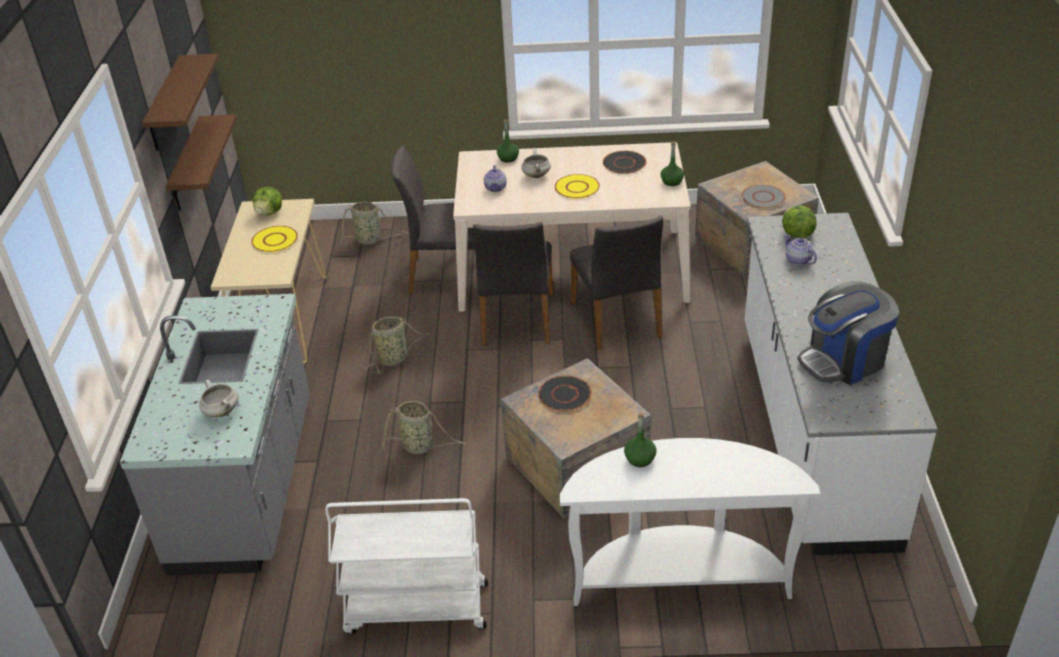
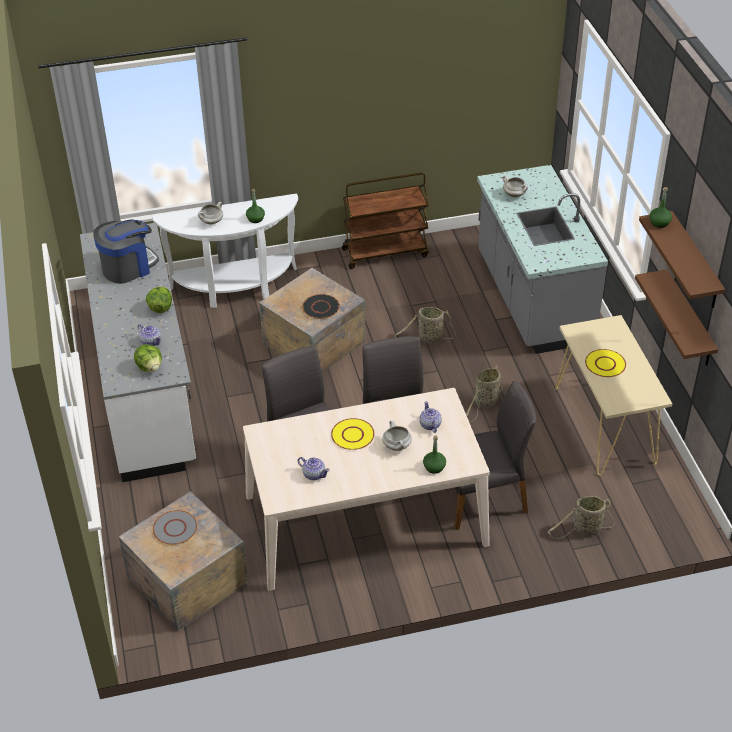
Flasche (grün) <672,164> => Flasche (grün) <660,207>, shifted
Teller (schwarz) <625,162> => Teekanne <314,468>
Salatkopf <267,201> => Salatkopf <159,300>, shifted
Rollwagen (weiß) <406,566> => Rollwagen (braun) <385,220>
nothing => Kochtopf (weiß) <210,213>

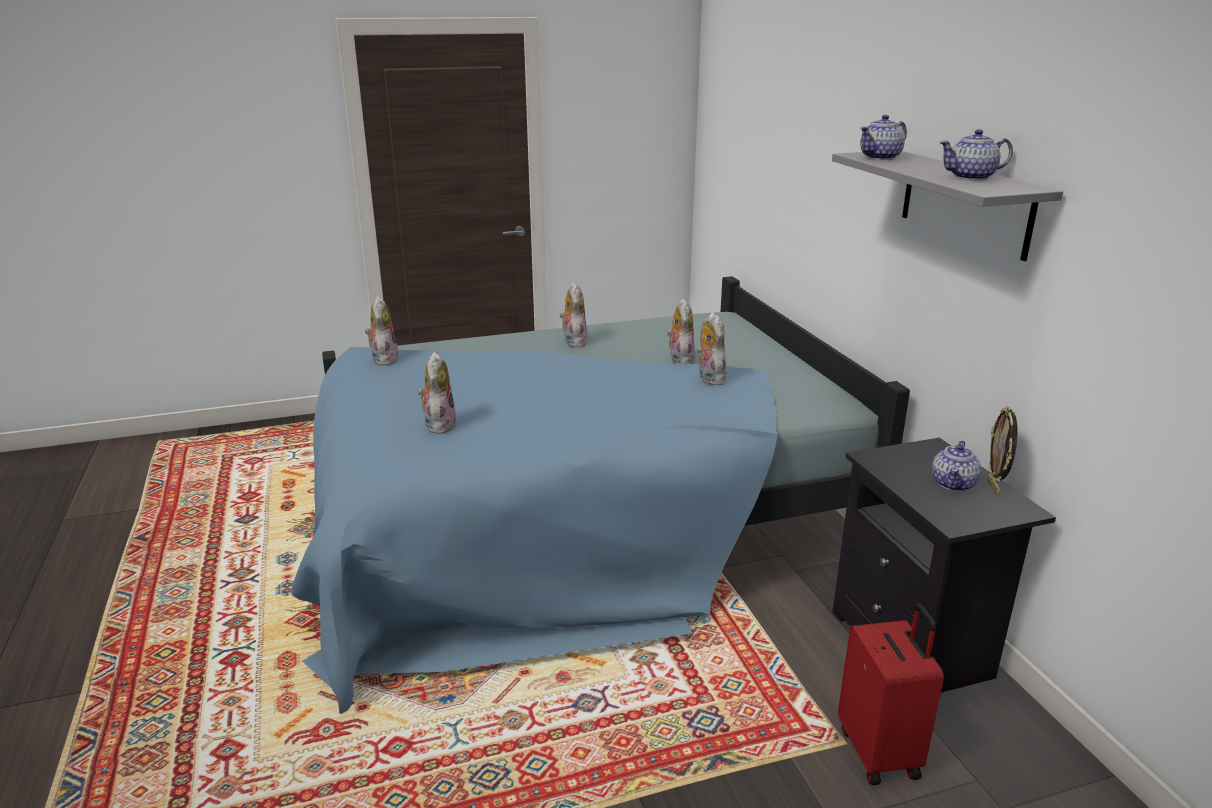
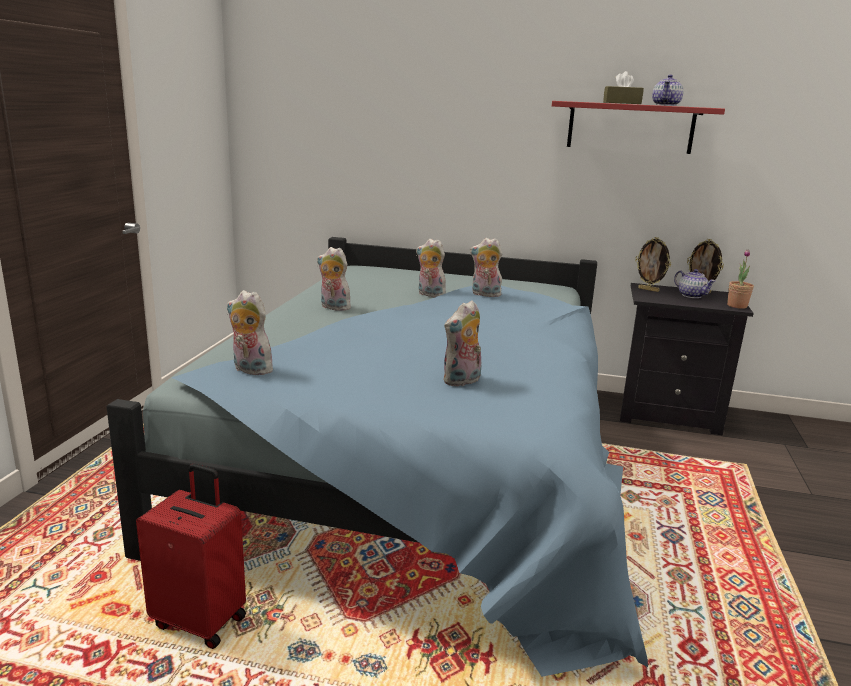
Teekanne <883,137> => nothing
Wandregal (grau) <947,206> => Wandregal (rot) <638,127>
Plüschtier <437,393> => Plüschtier <462,343>, 75 degrees counterclockwise
Koffer (rot) <891,694> => Koffer (rot) <191,556>, shifted
nothing => Taschentuchbox (braun) <623,87>
nothing => Bilderrahmen <653,264>
nothing => Topfpflanze <740,279>

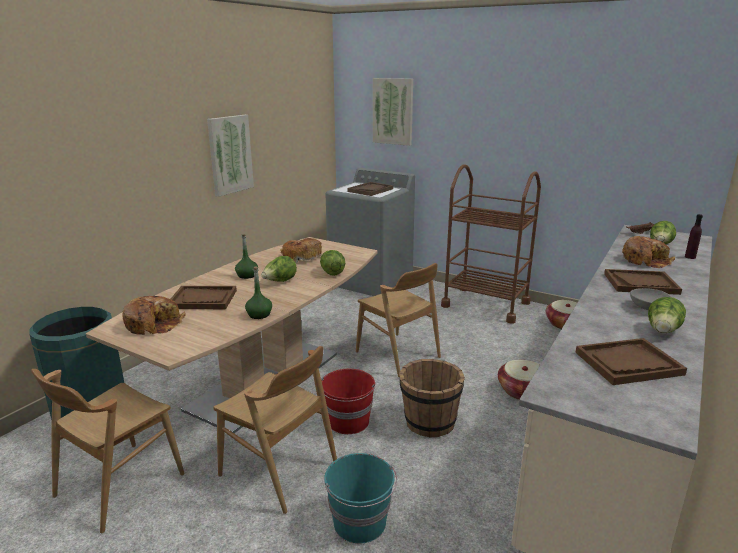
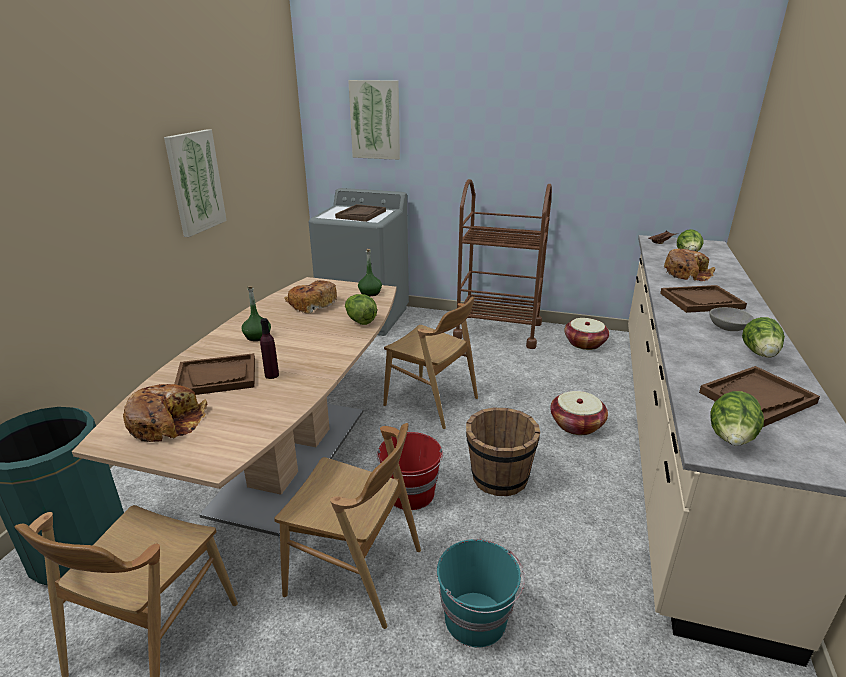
Flasche (lila) <694,236> => Flasche (lila) <269,348>, shifted
Salatkopf <279,269> => Salatkopf <737,418>, shifted
Flasche (grün) <258,293> => Flasche (grün) <370,272>, shifted

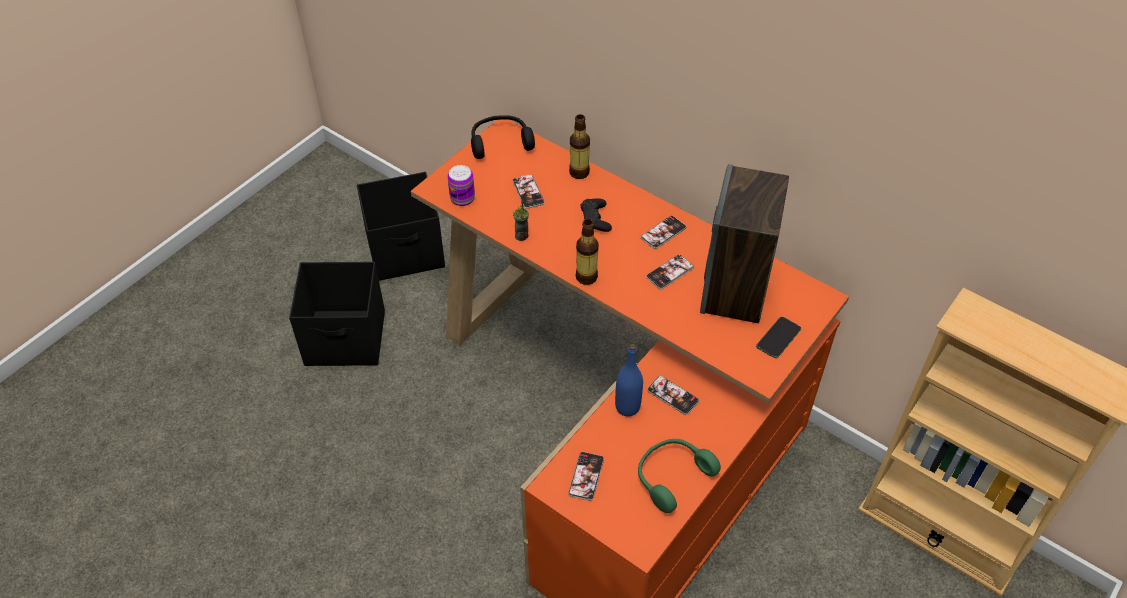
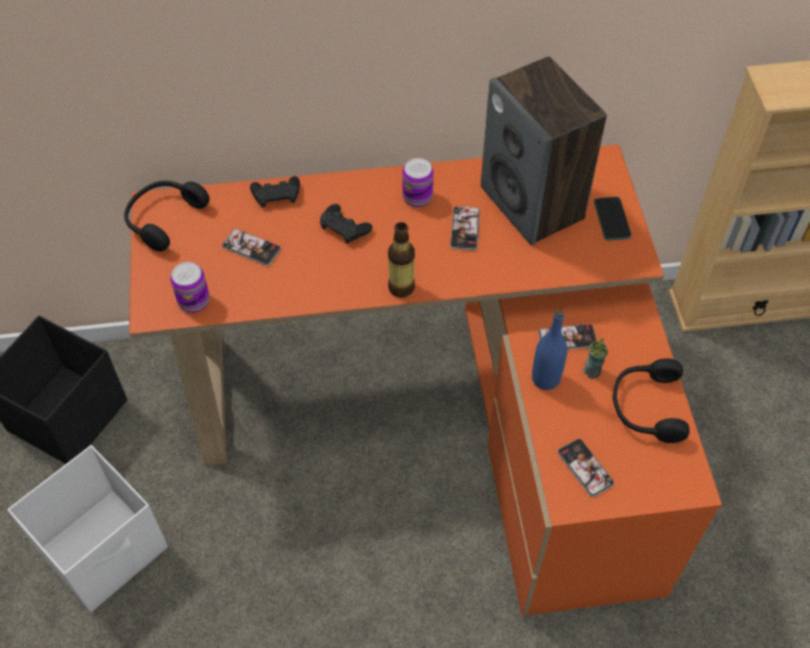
Flasche <579,146> => Gamepad (schwarz) <275,191>
Tasse <520,220> => Tasse <595,356>, shifted
Handy <663,232> => Dose <418,182>
Aufbewahrungsbox (schwarz) <337,314> => Aufbewahrungsbox (weiß) <88,528>
Kopfhörer (grün) <679,476> => Kopfhörer (schwarz) <651,400>

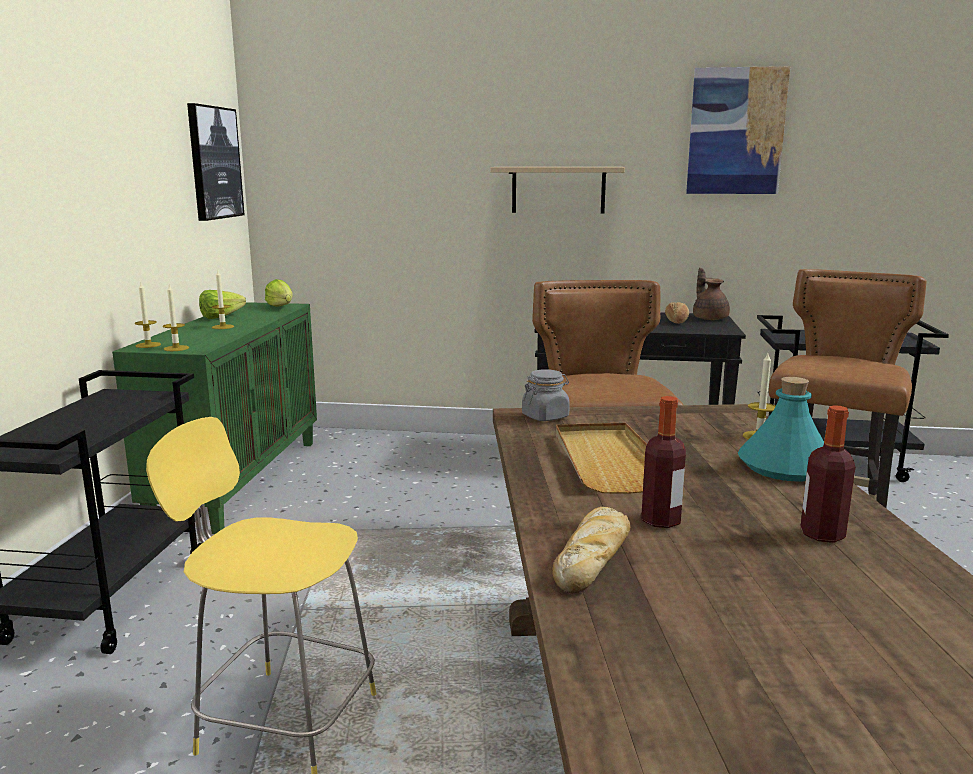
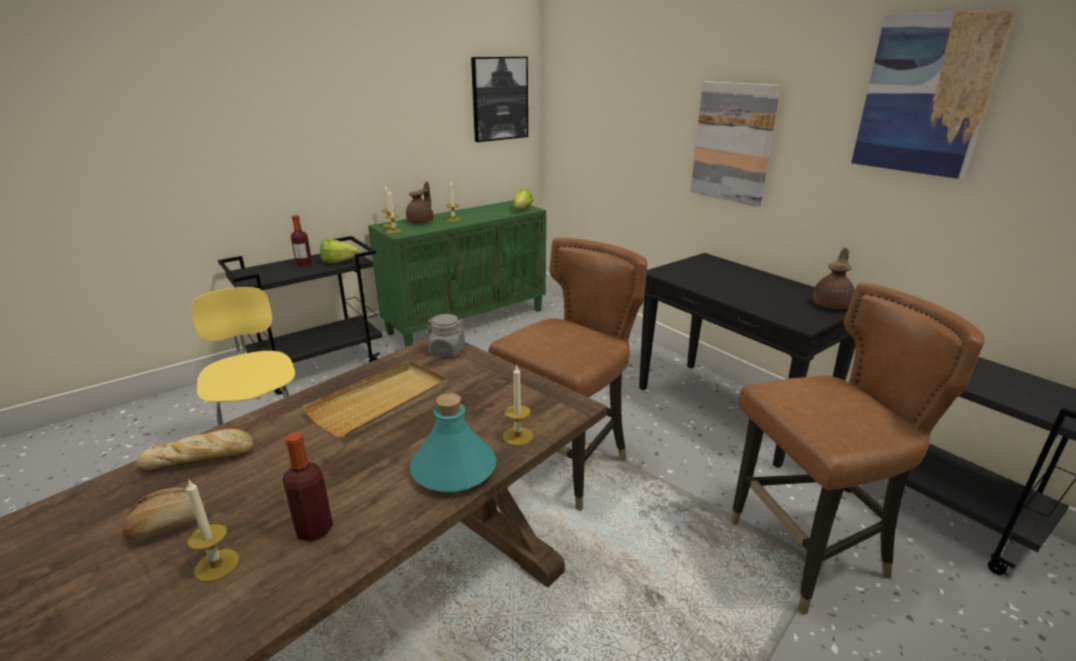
Wandregal (beige) <557,190> => Bild <735,144>
Salatkopf <222,304> => Salatkopf <340,251>, shifted
Brot <677,313> => Brot <164,514>, shifted
Flasche <663,462> => Flasche <301,241>, shifted
nothing => Teekanne (braun) <420,203>
nothing => Kerze <212,530>

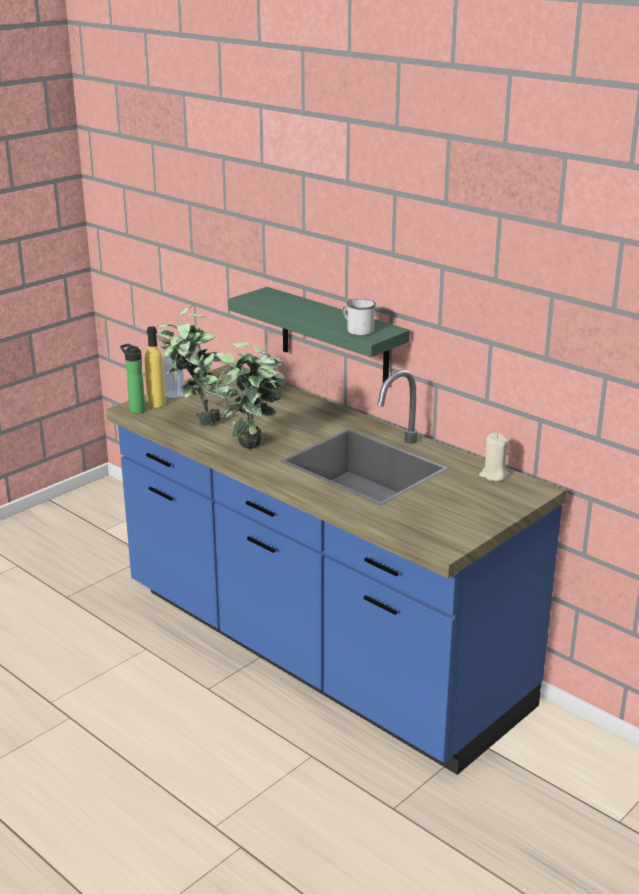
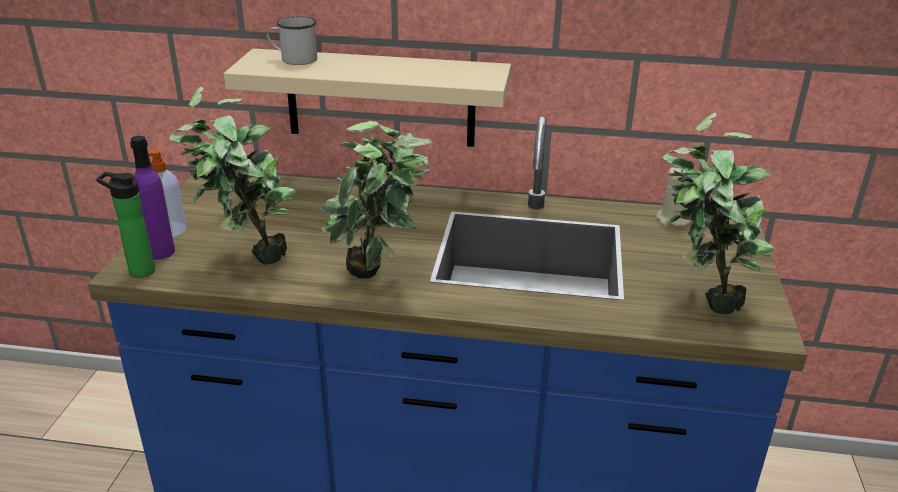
Wandregal (grün) <319,335> => Wandregal (beige) <367,97>
Henkelbecher (weiß) <359,317> => Henkelbecher (weiß) <292,41>, shifted
Flasche (gelb) <155,367> => Flasche (lila) <152,198>
nothing => Topfpflanze <718,213>

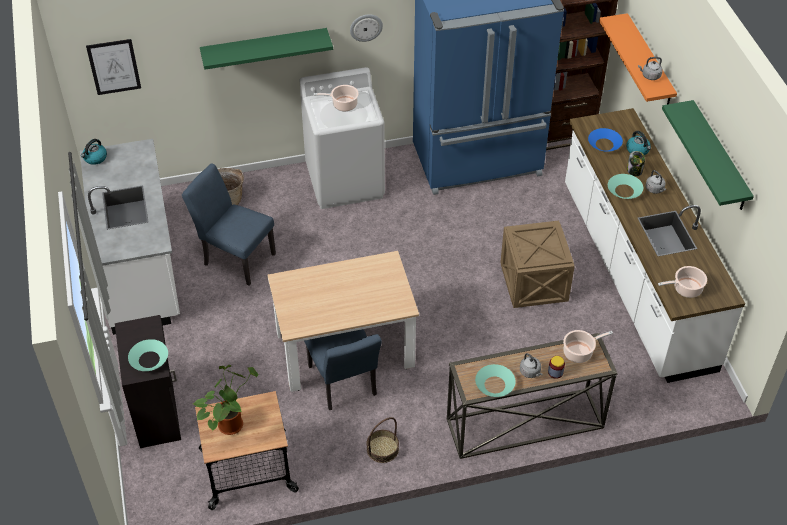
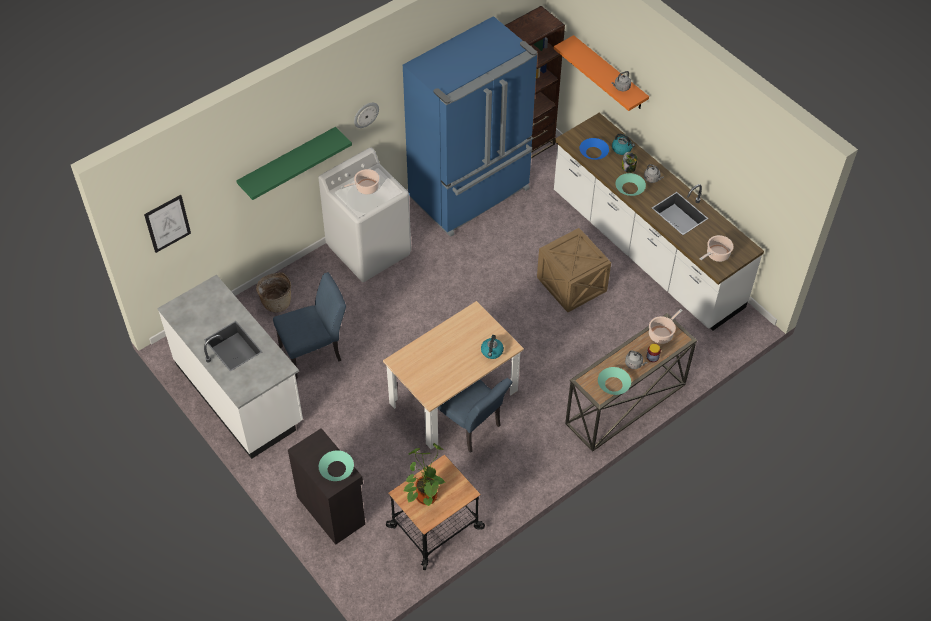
Wandregal (grün) <708,155> => nothing
Wasserkessel <94,152> => Wasserkessel <492,347>, shifted
Stuhl (blau) <229,224> => Stuhl (blau) <309,325>, 150 degrees clockwise
Korb <383,440> => nothing

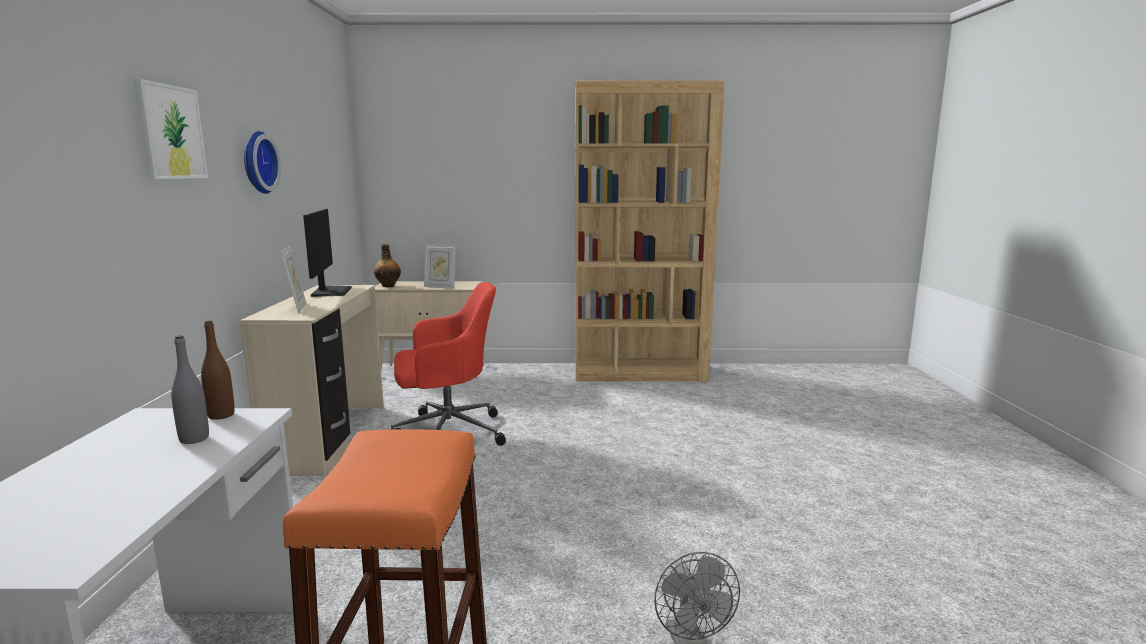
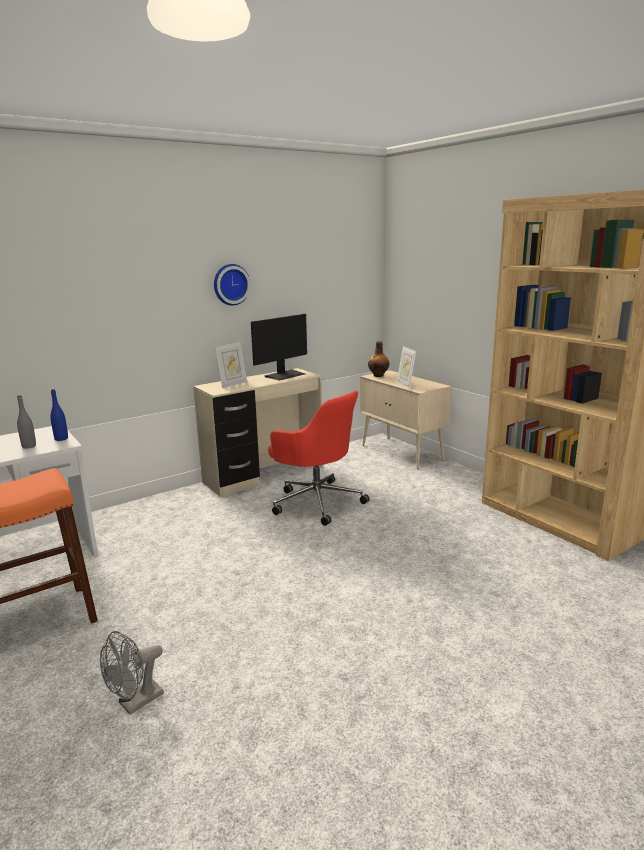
Bild <171,129> => nothing
Flasche (braun) <218,370> => Flasche (blau) <59,415>

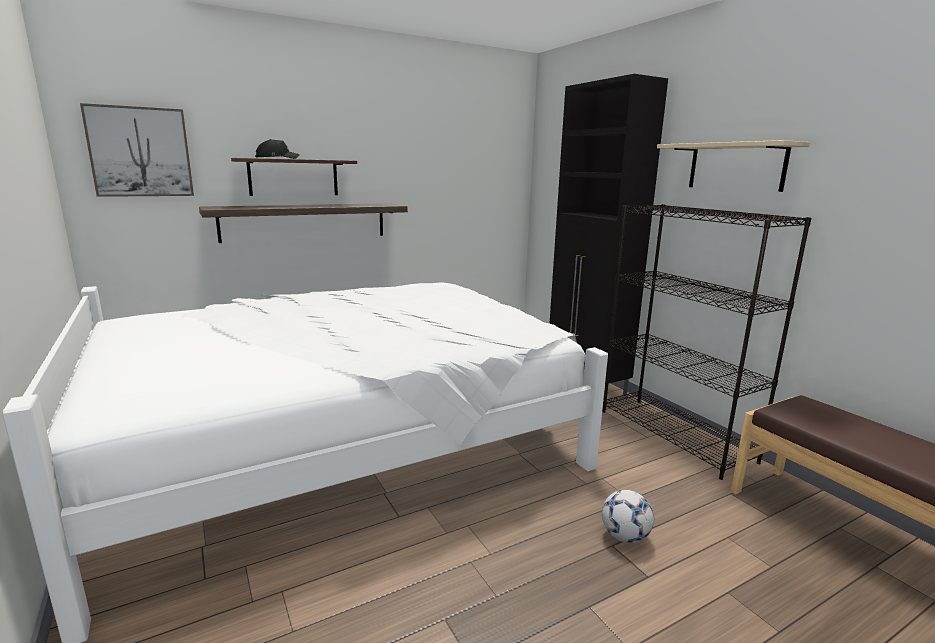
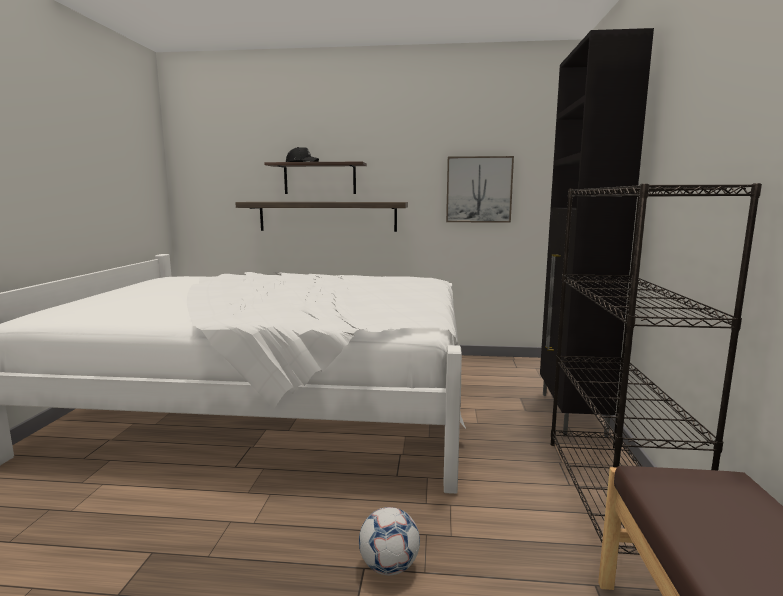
Bild <137,150> => Bild <480,189>, shifted
Wandregal (beige) <734,166> => nothing

